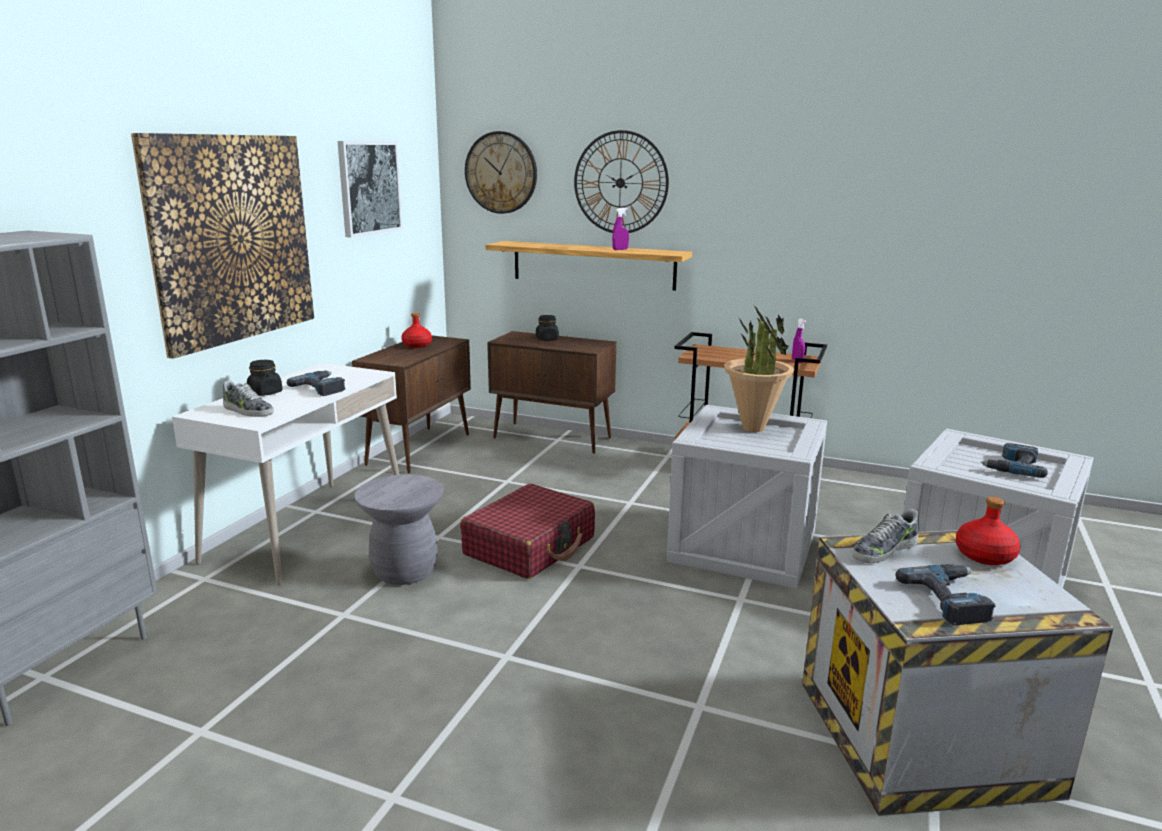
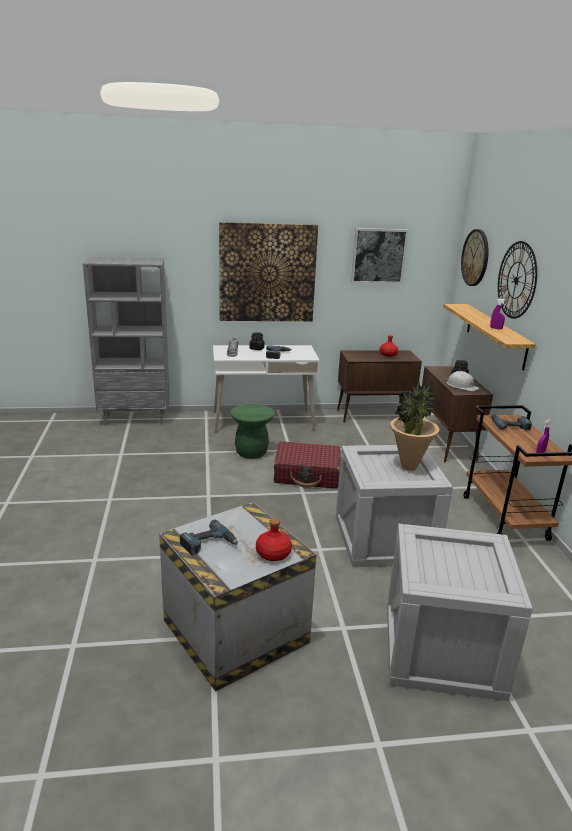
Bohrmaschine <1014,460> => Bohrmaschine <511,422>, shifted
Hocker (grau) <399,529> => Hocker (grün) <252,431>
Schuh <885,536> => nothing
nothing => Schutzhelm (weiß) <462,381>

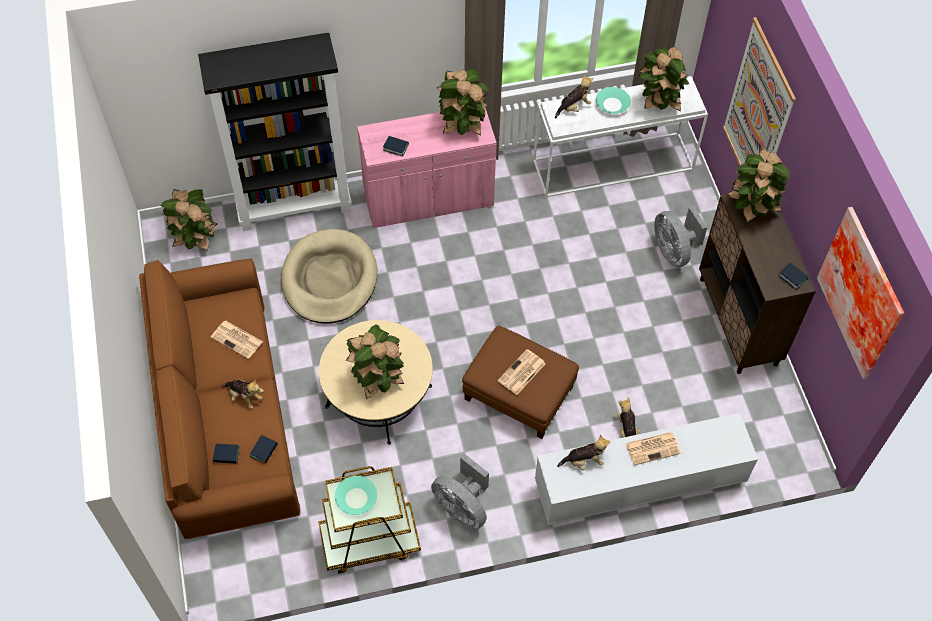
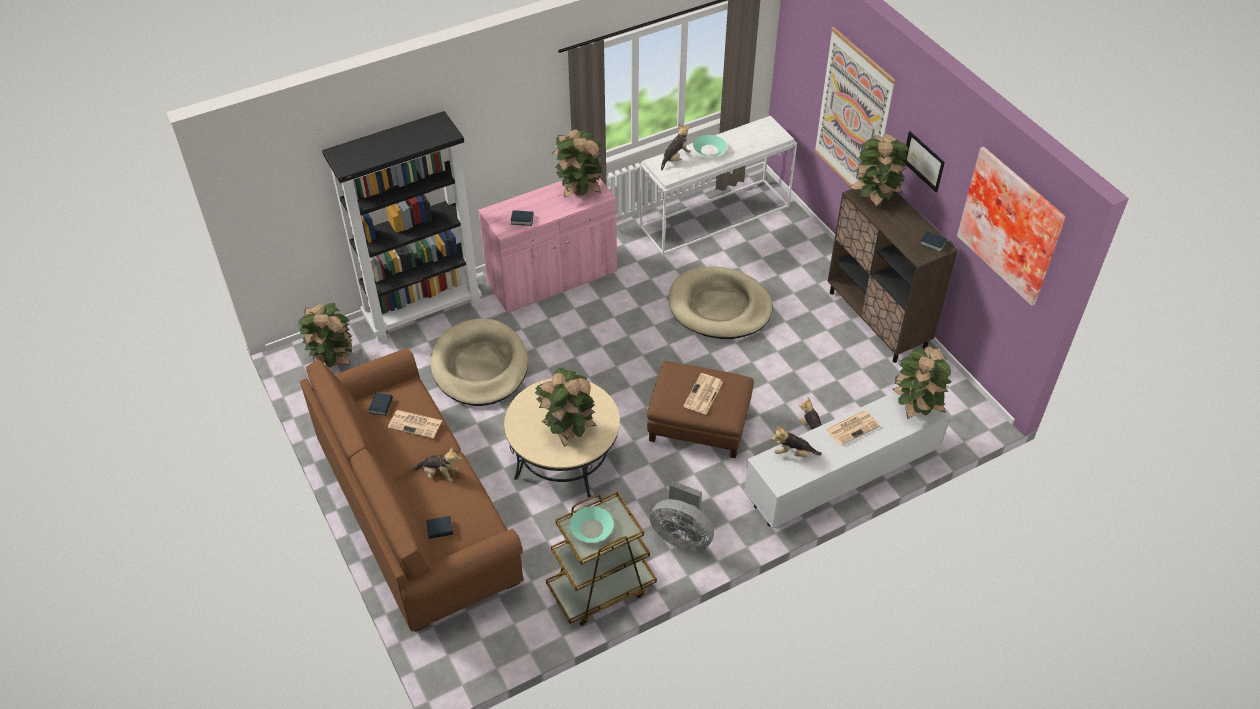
Topfpflanze <664,79> => Topfpflanze <922,382>, shifted
Ventilator (grau) <681,236> => nothing
Buch <264,449> => Buch <381,404>, shifted
Plüschtier <583,452> => Plüschtier <796,441>, 150 degrees counterclockwise
nothing => Bild <924,162>
nothing => Hundebett (beige) <721,303>

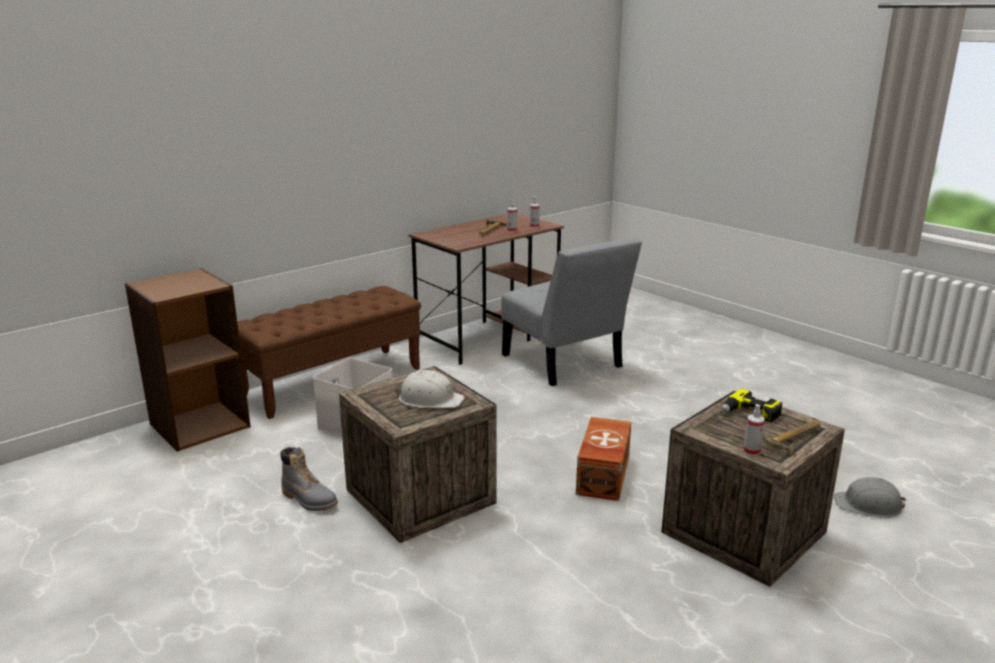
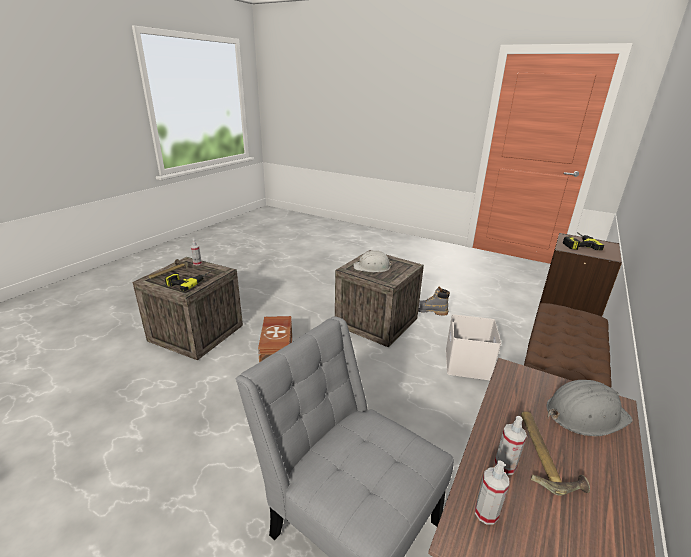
Schutzhelm (grau) <870,497> => Schutzhelm (grau) <589,408>, shifted
nothing => Bohrmaschine <583,241>

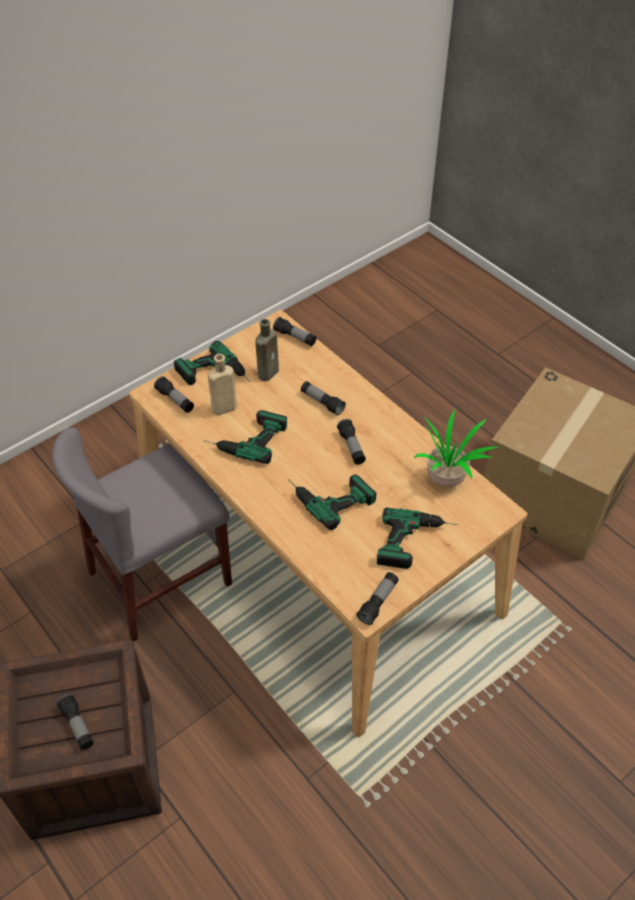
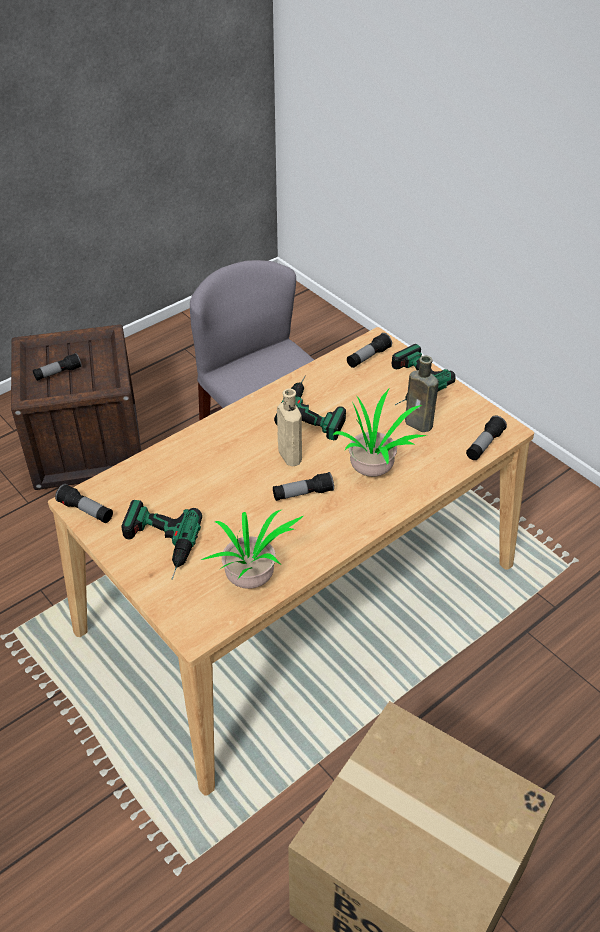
Flasche (beige) <222,384> => Flasche (beige) <289,427>, shifted
Taschenlampe <323,398> => Topfpflanze <380,433>
Bohrmaschine <332,502> => nothing

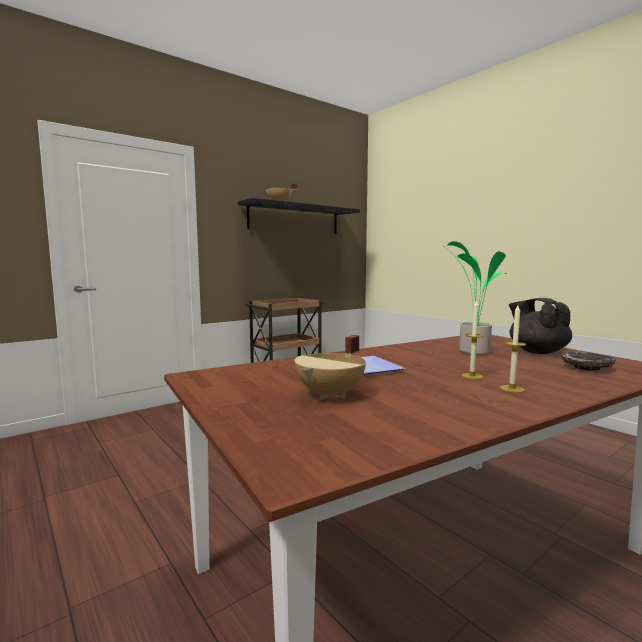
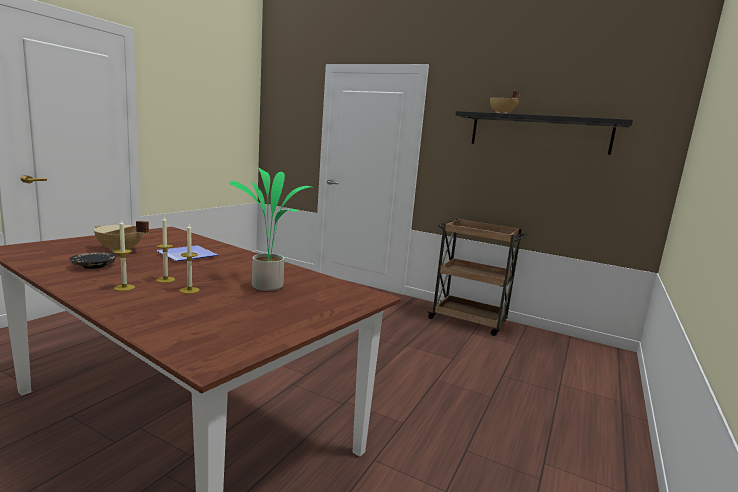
Teekanne (schwarz) <540,326> => nothing
Teller (schwarz) <588,361> => Teller (schwarz) <93,260>, shifted
nothing => Kerze <190,259>

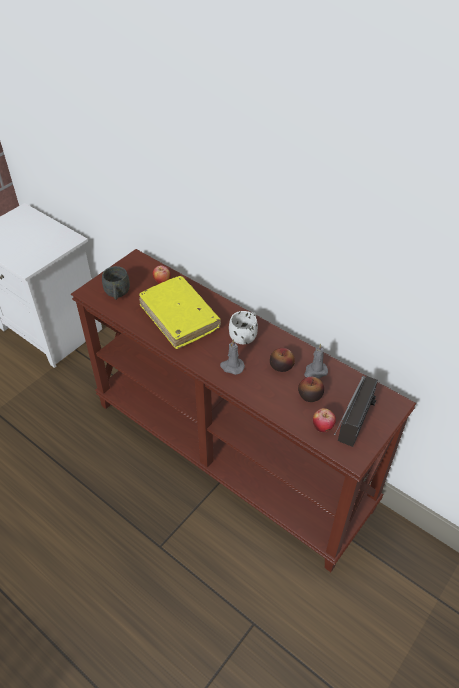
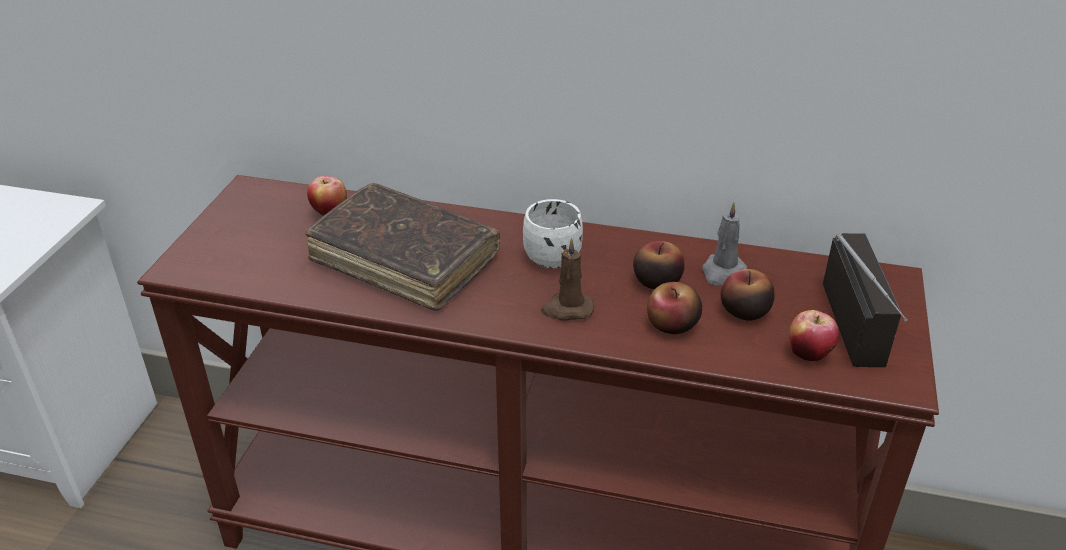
Henkelbecher (grau) <116,283> => nothing
Buch (gelb) <180,312> => Buch (braun) <402,247>
Kerze (grau) <232,357> => Kerze (braun) <567,279>
nothing => Apfel <674,308>

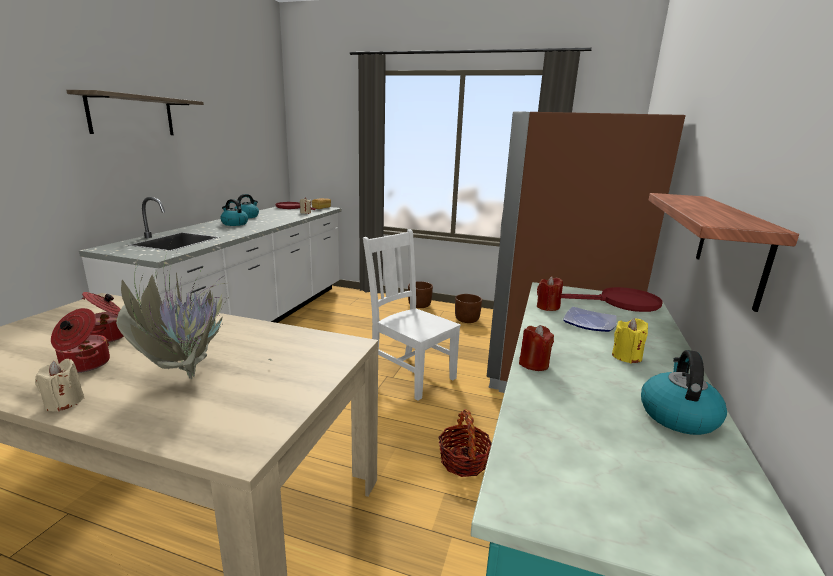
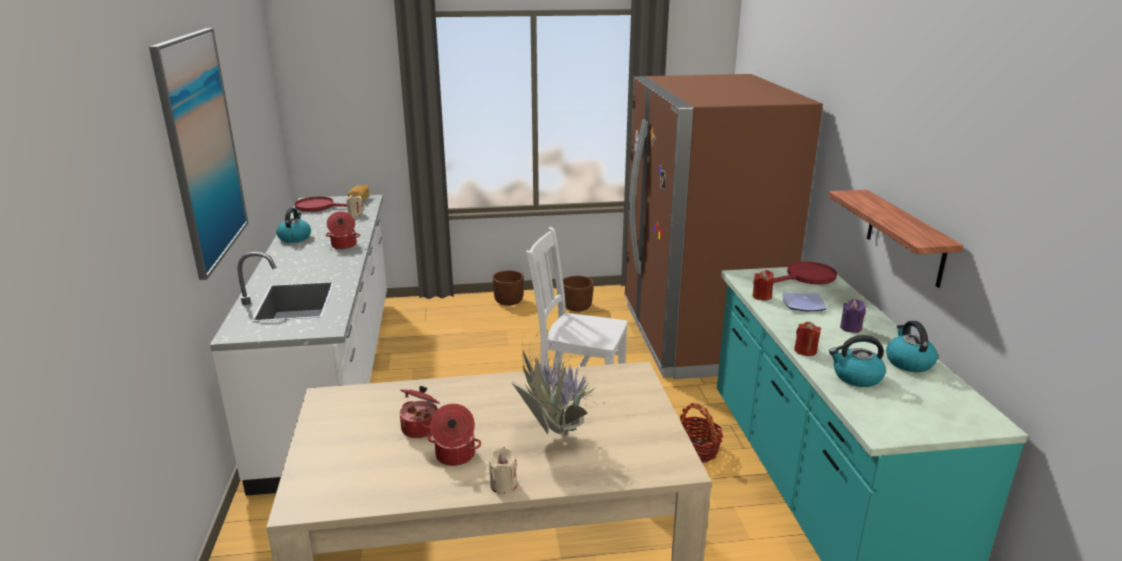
Wandregal <135,112> => Bild <198,154>
Wasserkessel <234,212> => Wasserkessel <857,361>, shifted
Kerze (gelb) <630,341> => Kerze (lila) <853,316>
nothing => Kochtopf <343,230>

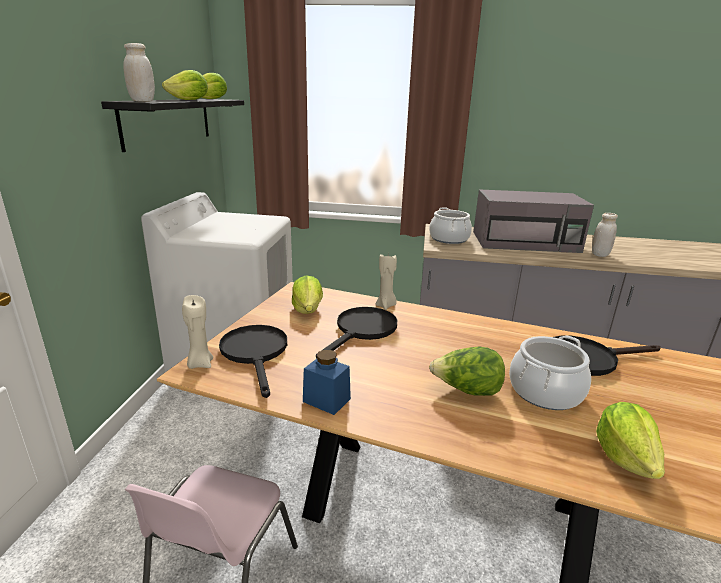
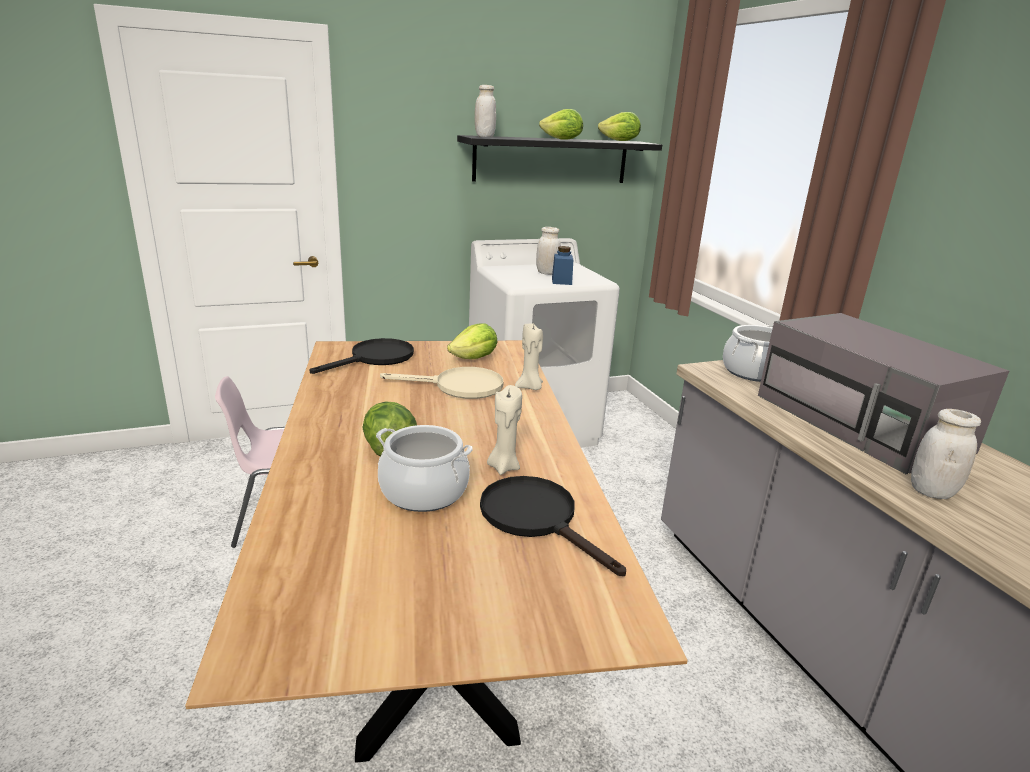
Kerze (beige) <197,332> => Kerze (beige) <504,430>, shifted
Pfanne (schwarz) <356,333> => Pfanne (beige) <442,383>
Vorratsglas (blau) <327,382> => Vorratsglas (blau) <562,265>, shifted
Salatkopf <630,440> => nothing
nothing => Vorratsglas (weiß) <548,251>

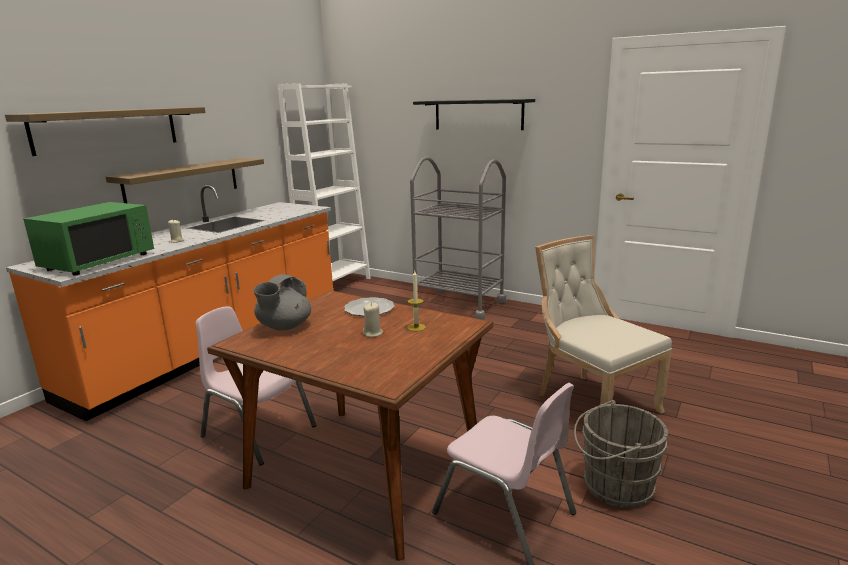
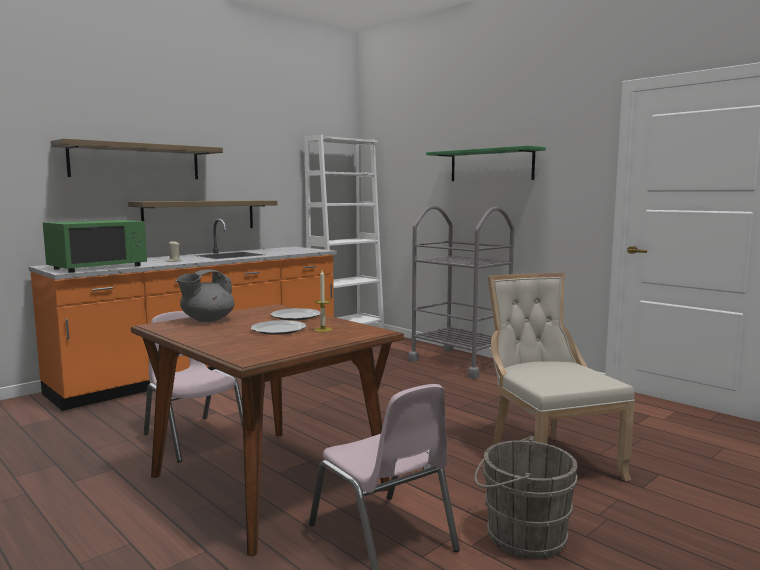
Wandregal (schwarz) <474,114> => Wandregal (grün) <486,163>
Kerze (beige) <373,320> => Teller <278,327>

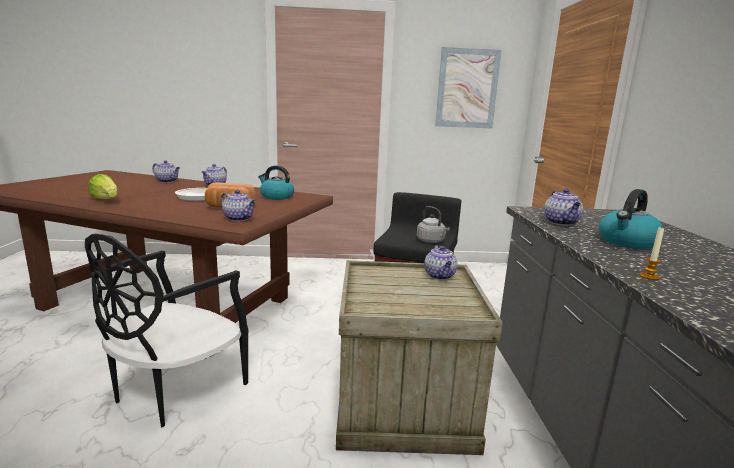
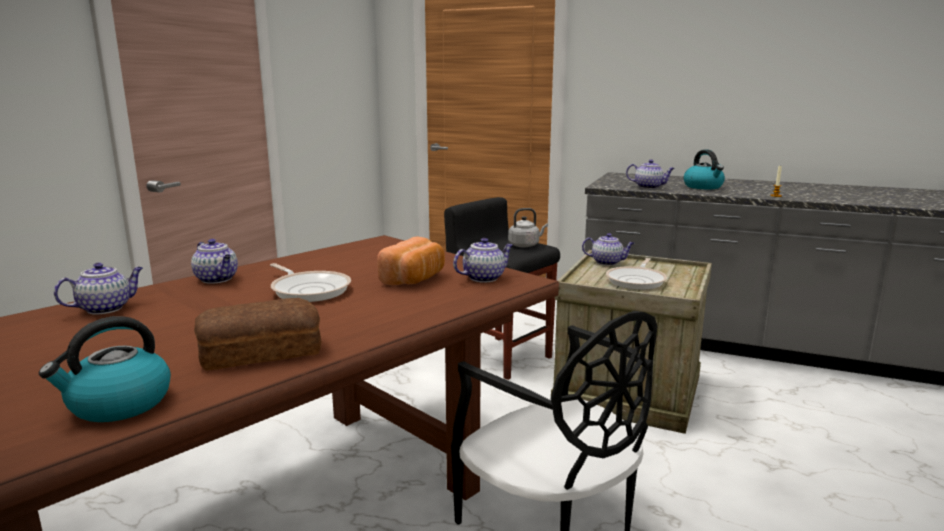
Bild <468,87> => nothing
Wasserkessel <276,182> => Wasserkessel <105,369>, shifted
Salatkopf <102,186> => Brot <257,334>
nothing => Pfanne <636,274>

